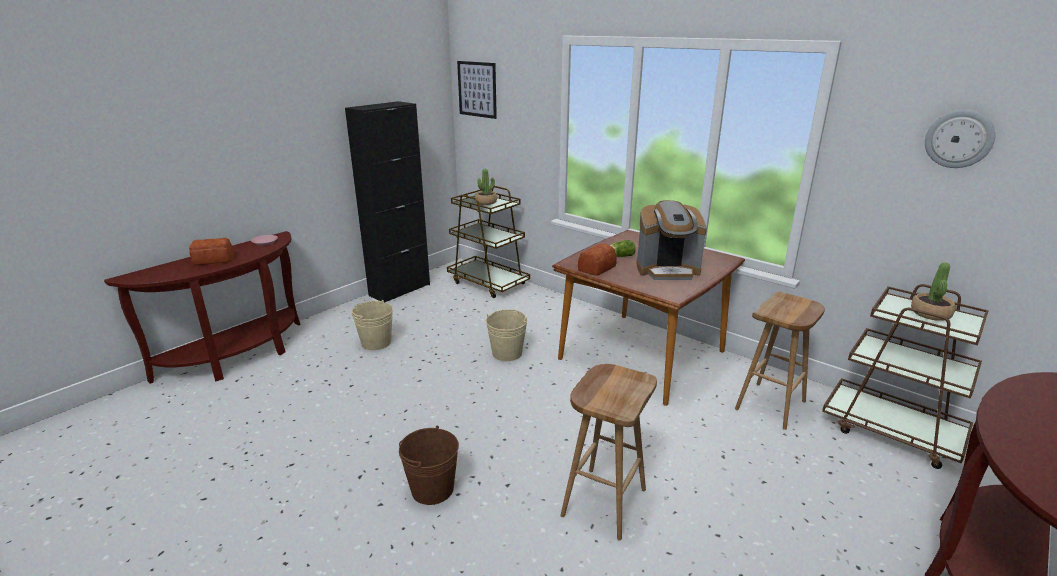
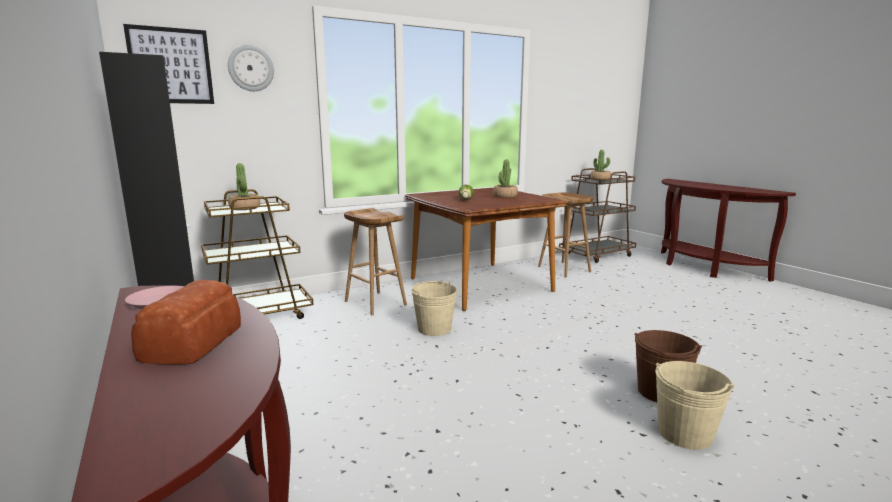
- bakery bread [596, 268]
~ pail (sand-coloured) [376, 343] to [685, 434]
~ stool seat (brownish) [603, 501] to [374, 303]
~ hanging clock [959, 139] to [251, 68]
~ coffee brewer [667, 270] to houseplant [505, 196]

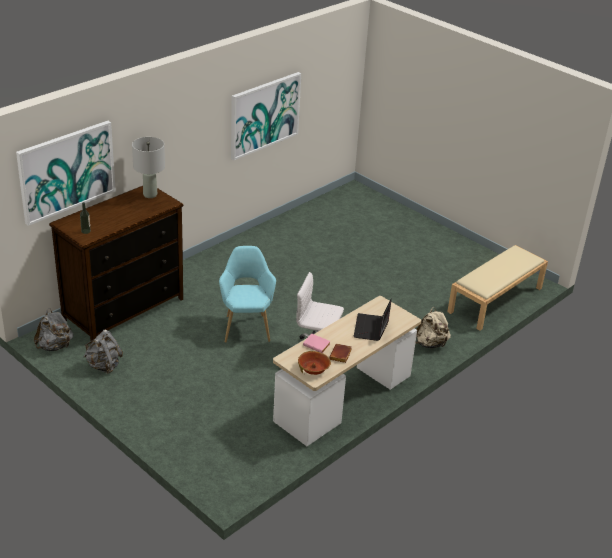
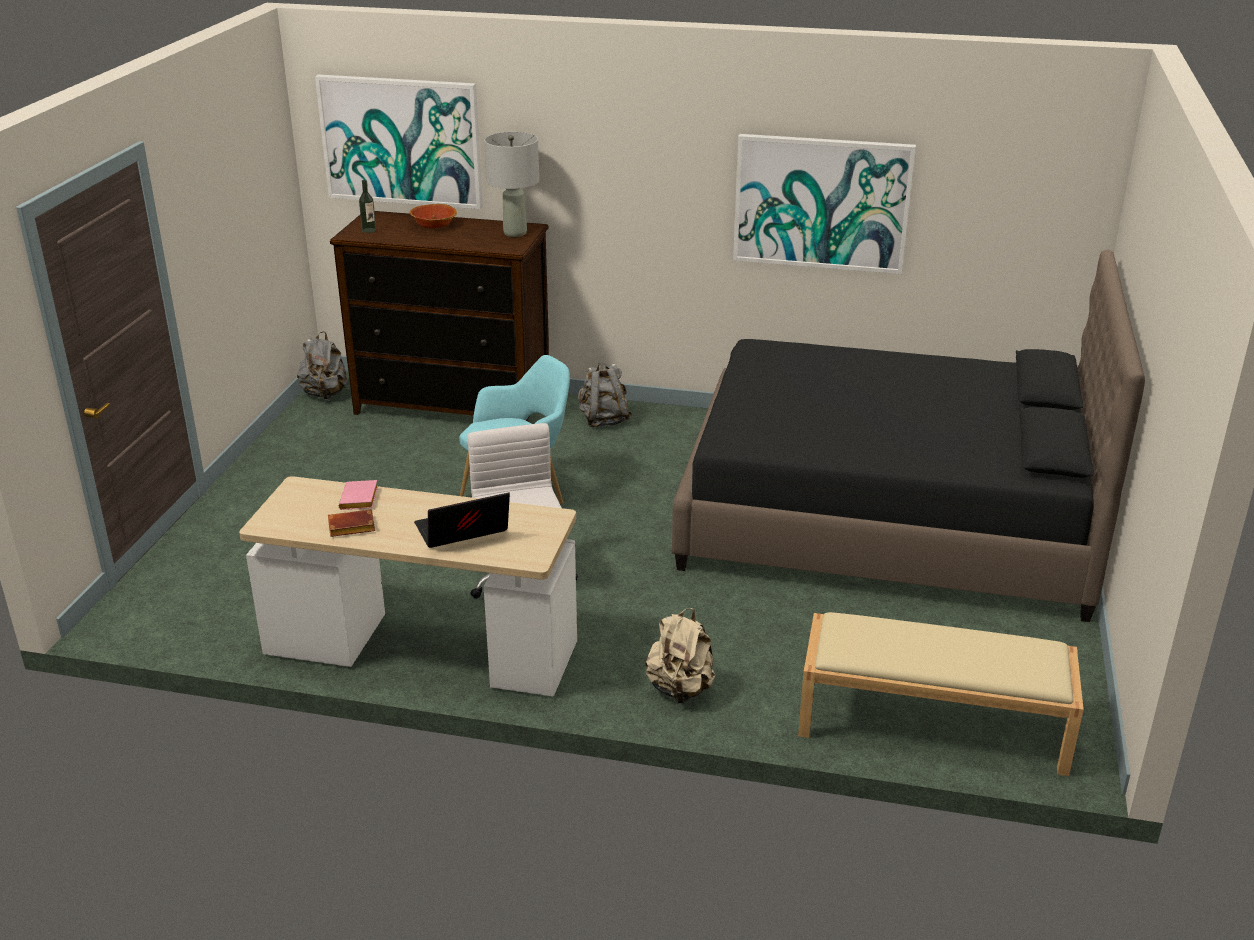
+ bed (blackish) [886, 517]
~ rucksack (gray) [104, 366] to [603, 420]
~ bowl [313, 369] to [434, 225]

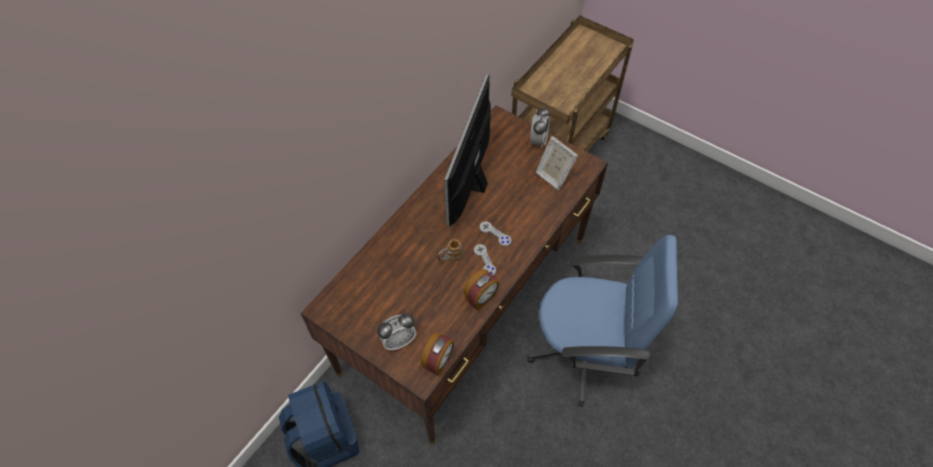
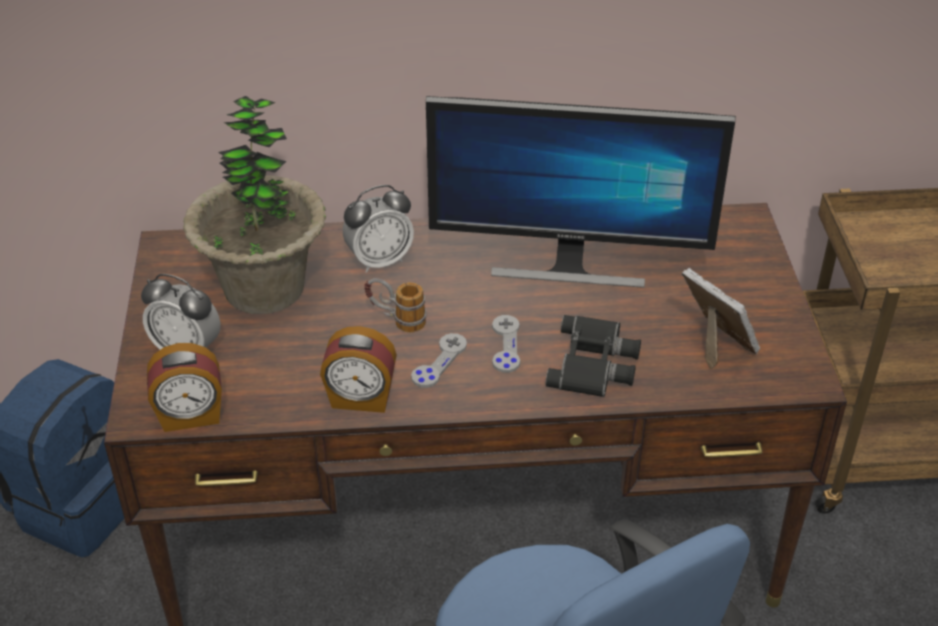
+ houseplant [264, 288]
+ field glasses (blackish) [595, 364]
~ bedside clock [538, 140] to [379, 260]
~ computer display [470, 184] = [569, 263] 150 degrees counterclockwise
~ standing frame [553, 175] = [717, 346] 135 degrees clockwise

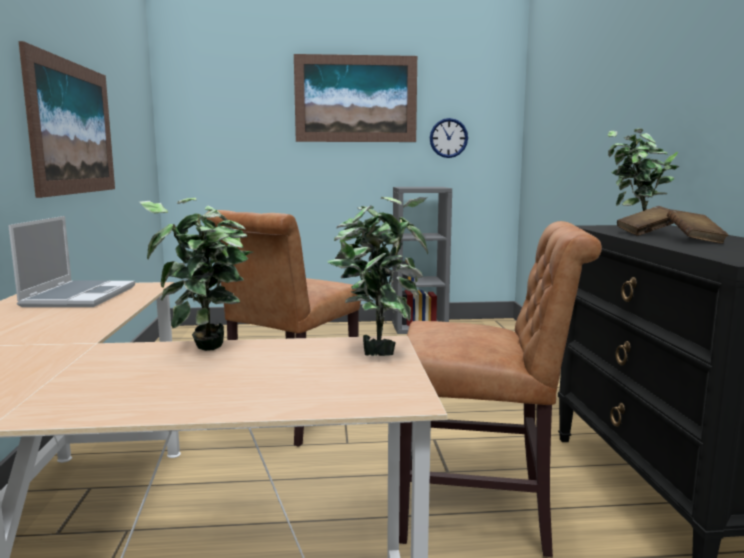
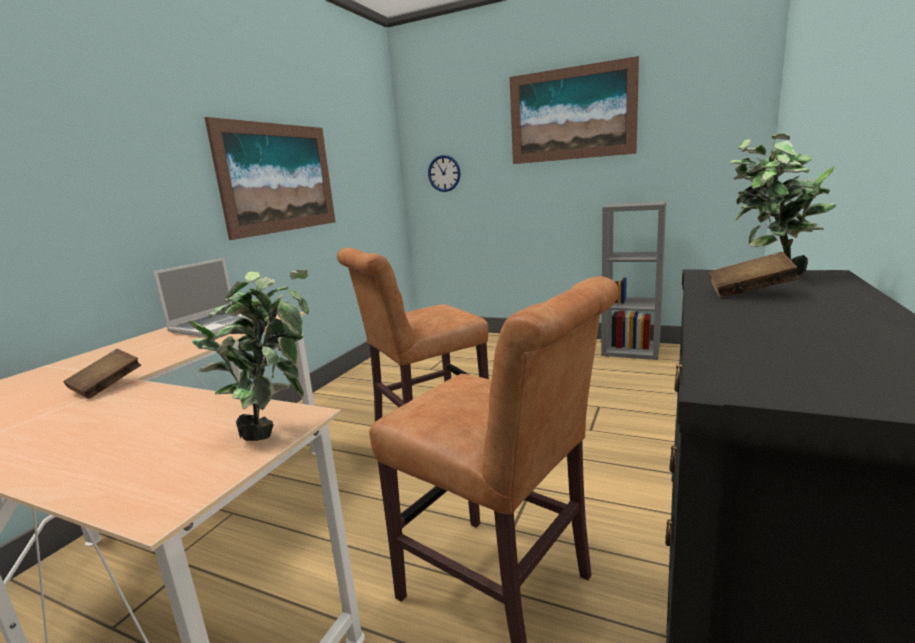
- houseplant [207, 353]
~ hanging clock [448, 138] to [444, 173]
~ bound book (brownish) [694, 240] to [107, 386]

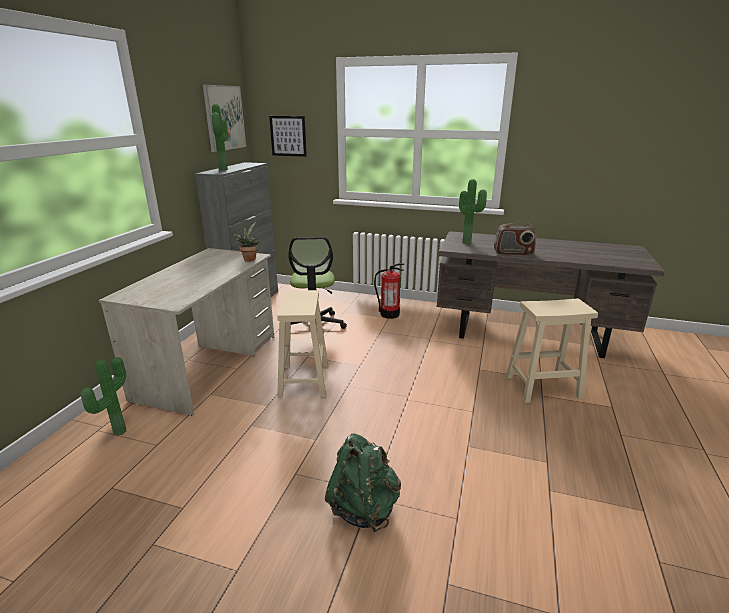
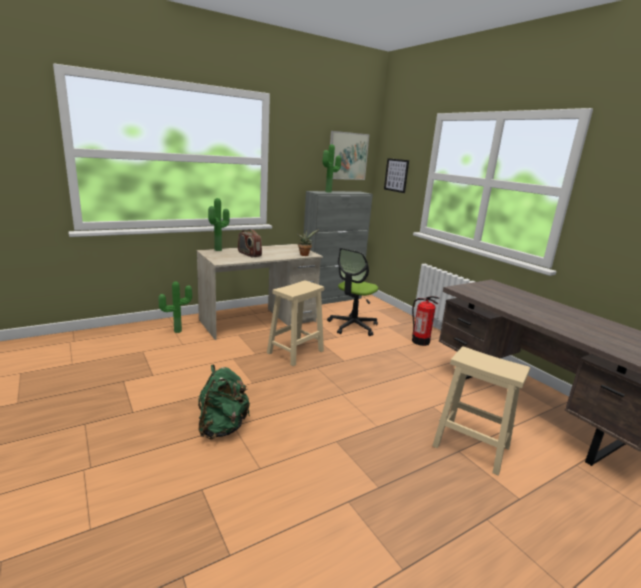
~ houseplant [468, 242] to [219, 250]
~ radio set [513, 253] to [249, 254]

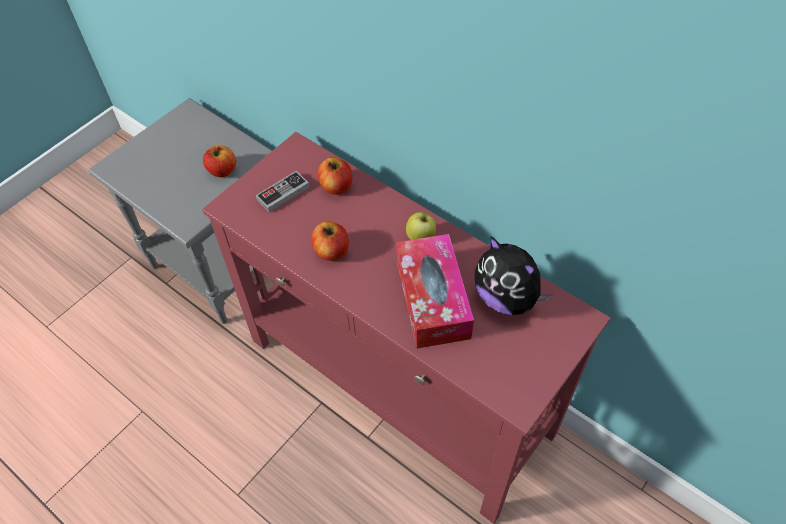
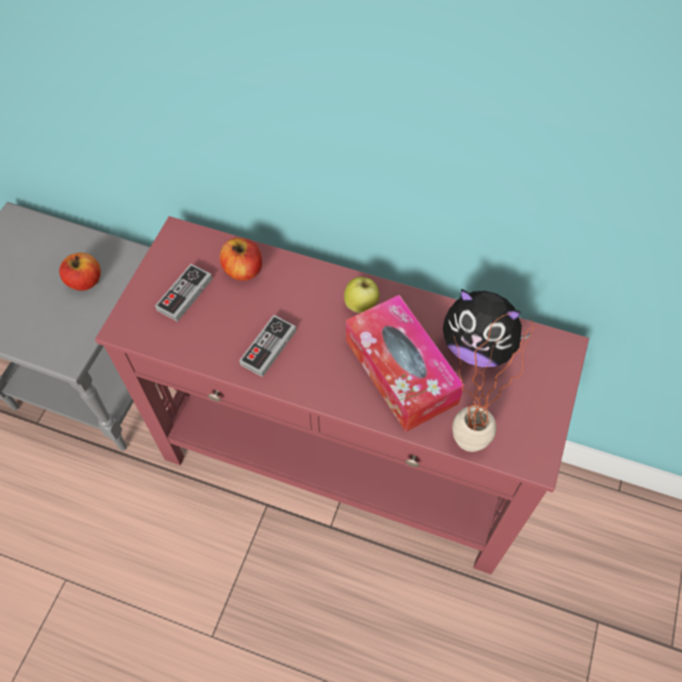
+ houseplant [458, 447]
~ apple [332, 251] to gamepad [268, 347]

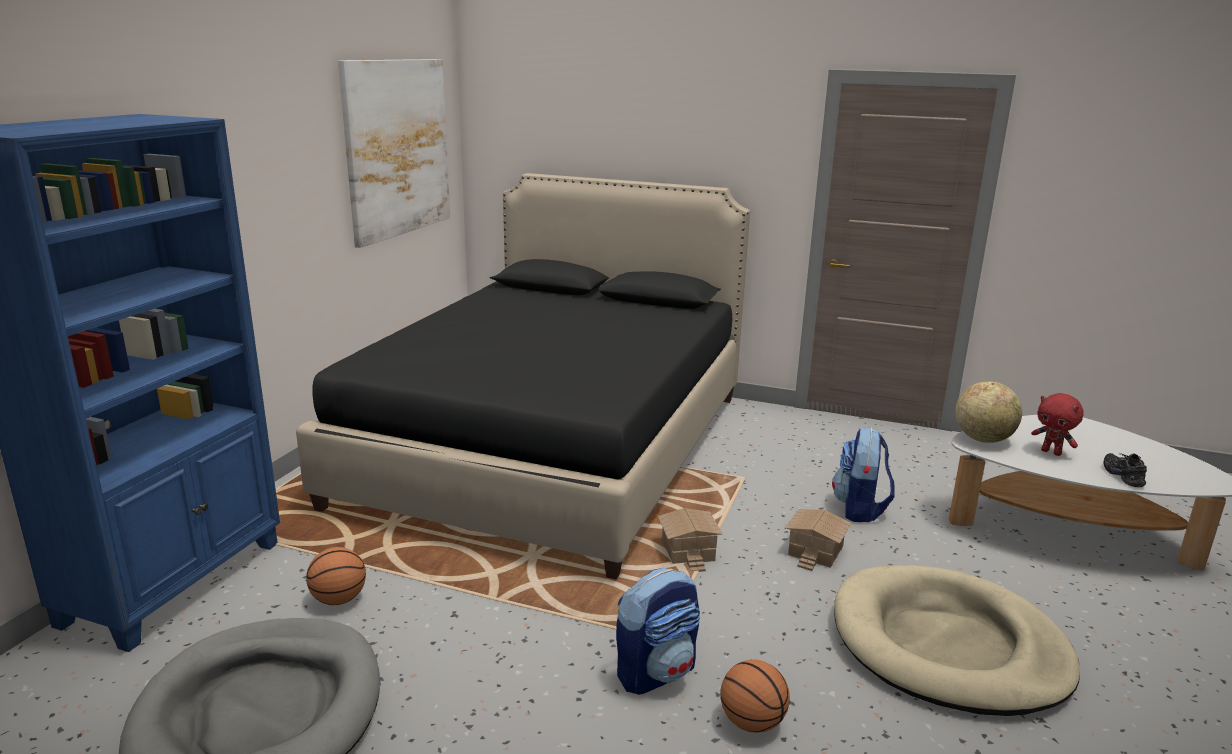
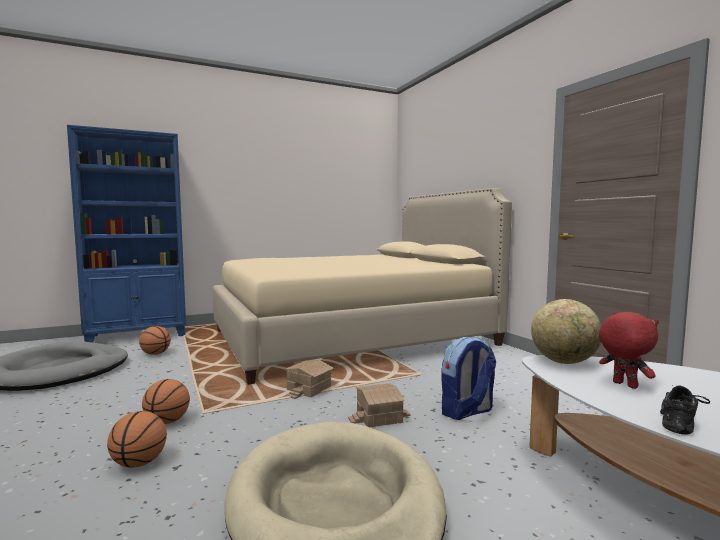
- wall picture [398, 148]
~ rucksack [656, 672] to basketball [167, 422]
~ bed (blackish) [552, 447] to bed (sand-coloured) [351, 337]
~ cuddly toy (red-coloured) [1051, 452] = [623, 385] 150 degrees clockwise

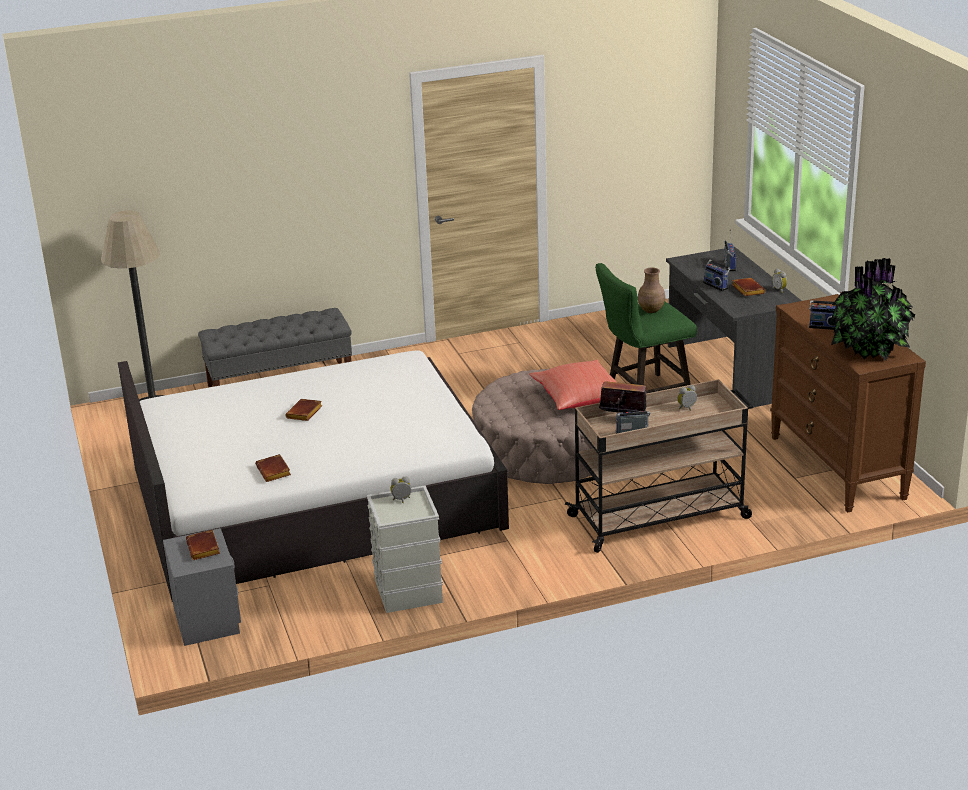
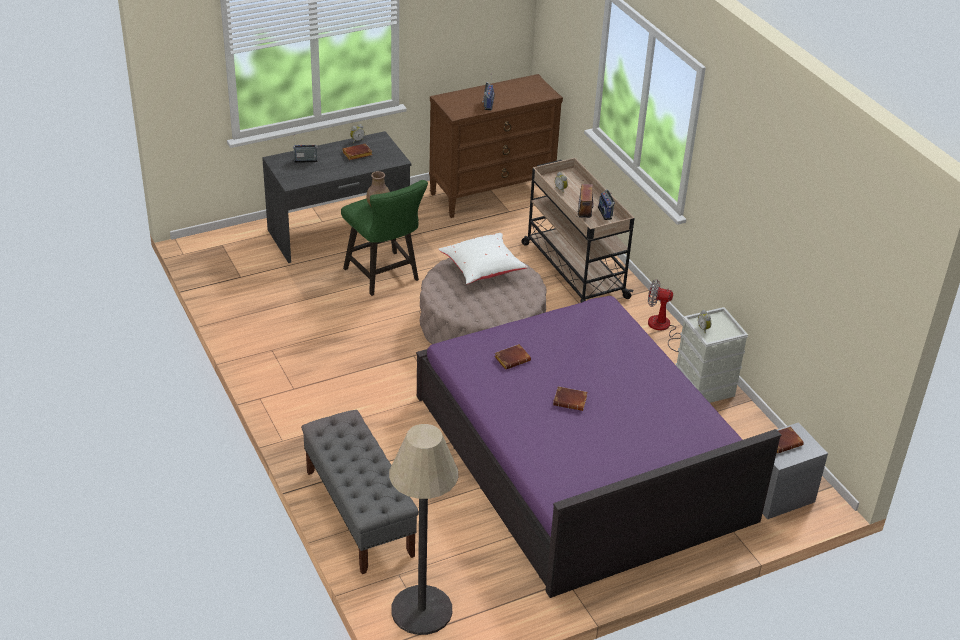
- radio set [716, 285]
- houseplant [870, 349]
+ fan [663, 328]
~ bound book (brownish) [275, 472] to [512, 359]
~ bed (white) [313, 498] to bed (purplish) [581, 457]
~ throw pillow (red-coloured) [578, 399] to throw pillow (white) [483, 270]

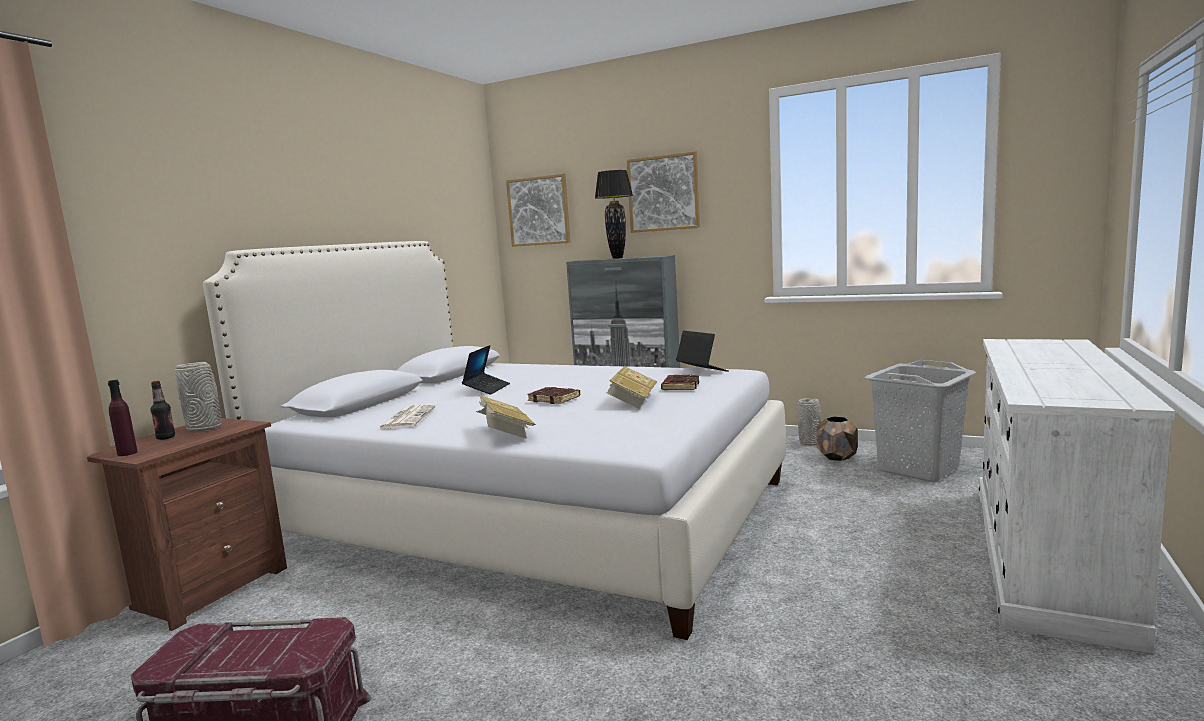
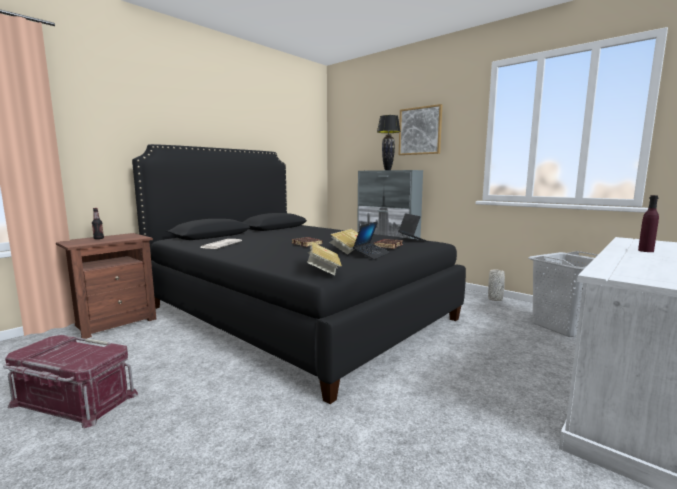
- flower vase (gray) [205, 428]
- wall picture [539, 211]
- plant pot (brownish) [837, 457]
~ drink bottle (purplish) [127, 453] to [645, 251]
~ notebook computer [487, 389] to [371, 255]
~ bound book [505, 432] to [323, 269]
~ bed (white) [531, 514] to bed (blackish) [296, 313]

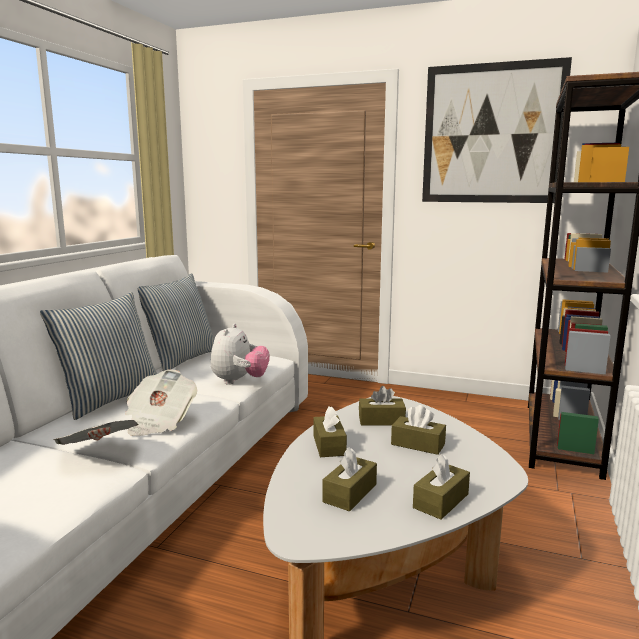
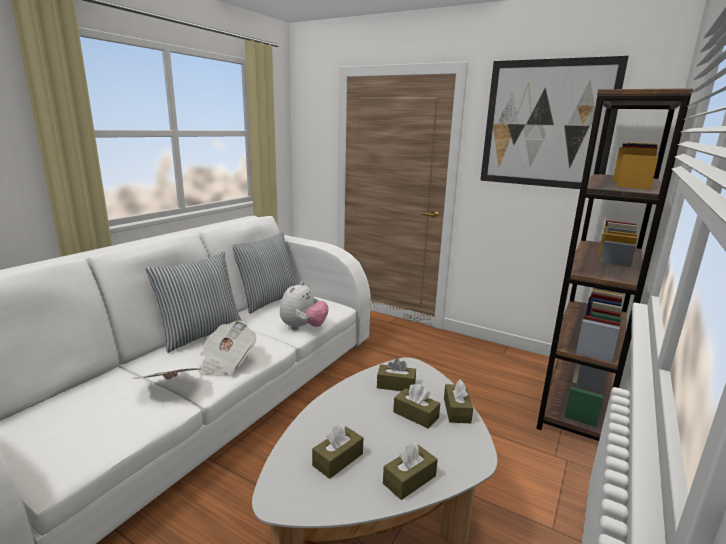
~ box of tissues (brownish) [329, 445] to [457, 410]

